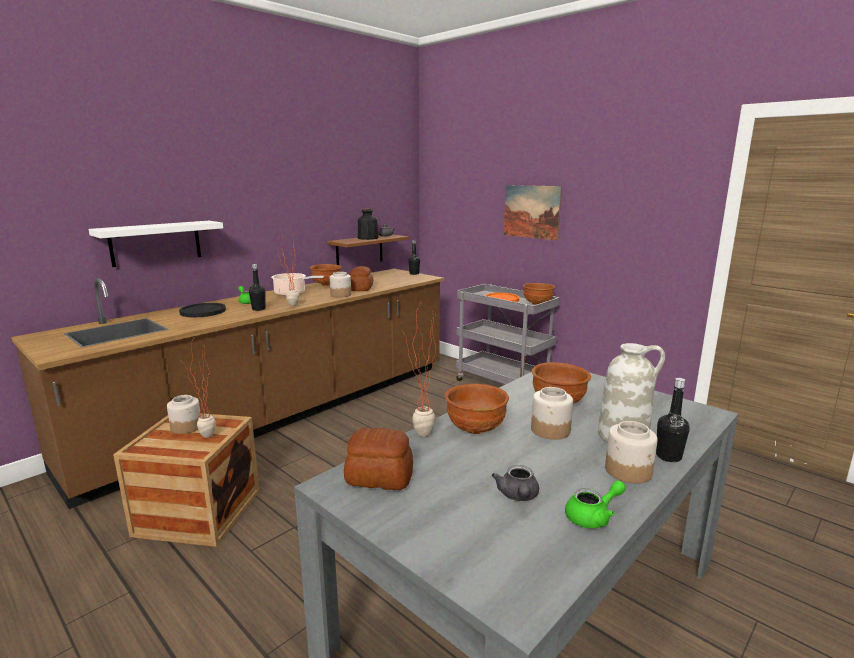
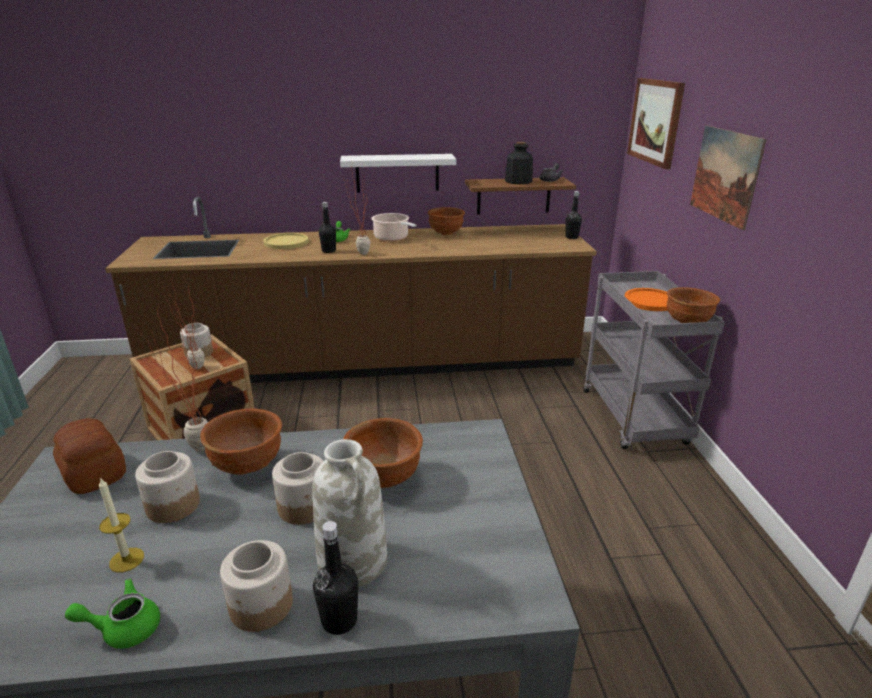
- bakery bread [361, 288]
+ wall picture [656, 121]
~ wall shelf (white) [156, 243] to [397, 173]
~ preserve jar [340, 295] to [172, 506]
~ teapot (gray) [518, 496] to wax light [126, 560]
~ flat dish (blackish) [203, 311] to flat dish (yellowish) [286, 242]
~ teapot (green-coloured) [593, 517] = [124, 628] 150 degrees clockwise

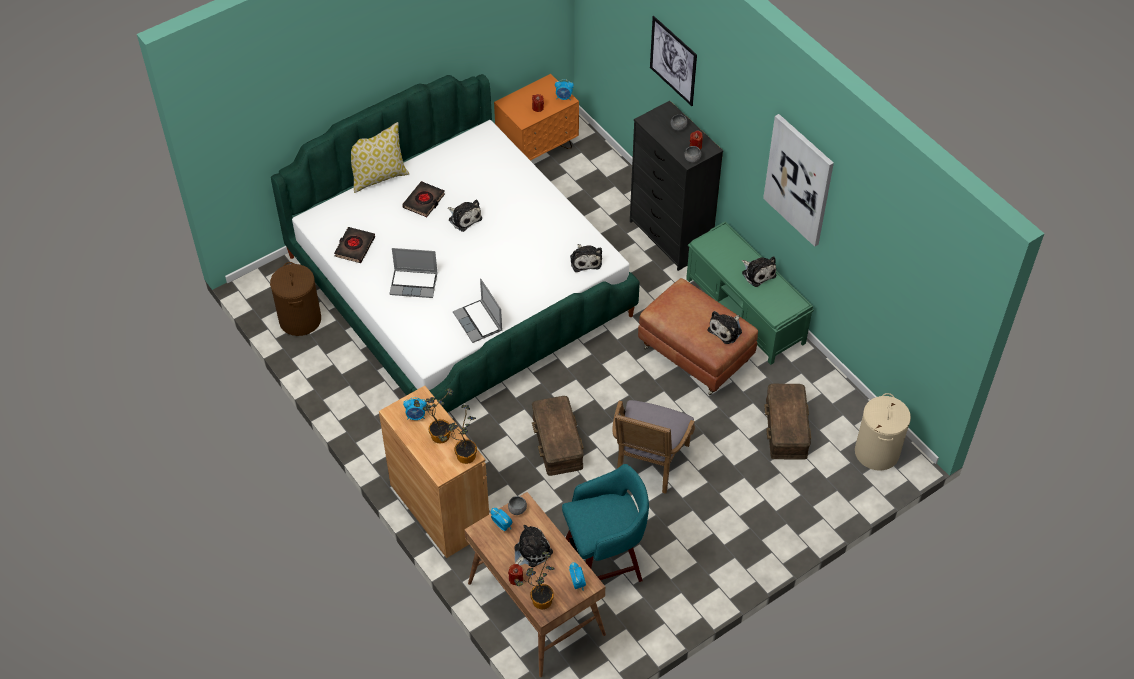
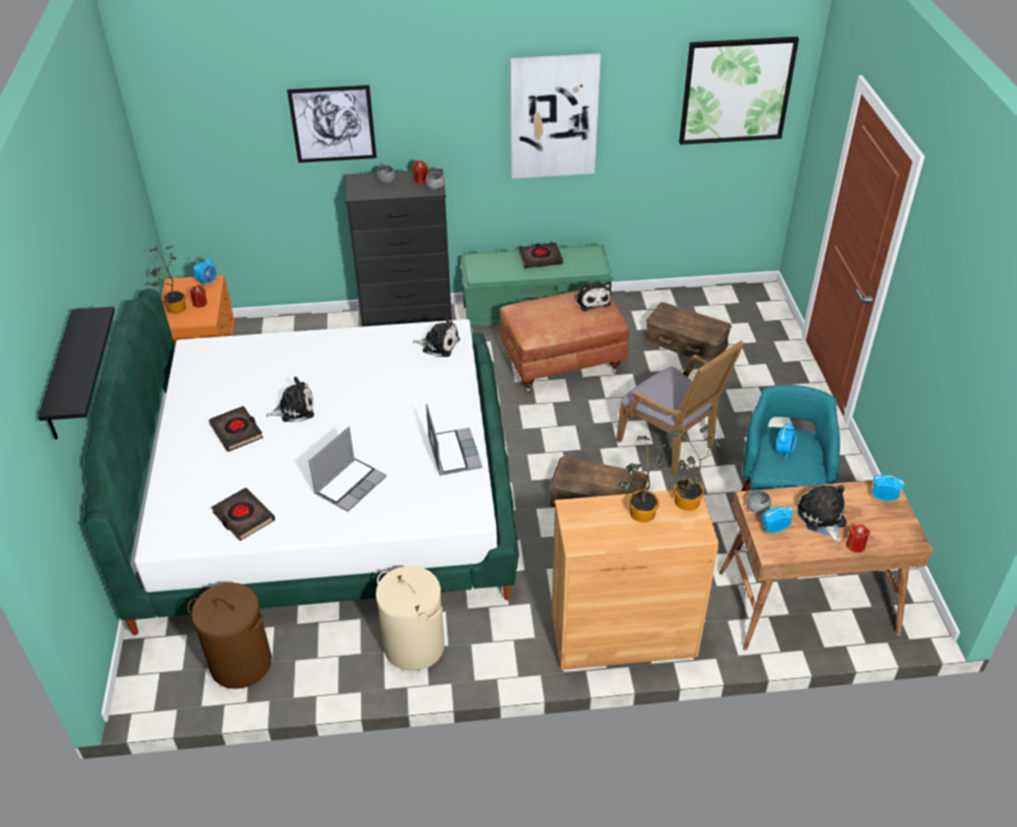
- throw pillow [378, 177]
+ wall shelf (blackish) [62, 377]
+ wall picture [736, 90]
~ bedside clock [416, 416] to [784, 451]
~ houseplant [538, 601] to [174, 310]
~ hamper (sand-coloured) [877, 452] to [414, 646]
~ cuddly toy [757, 273] to bound book (blackish) [540, 258]
~ notebook computer [478, 322] = [453, 452] 105 degrees counterclockwise

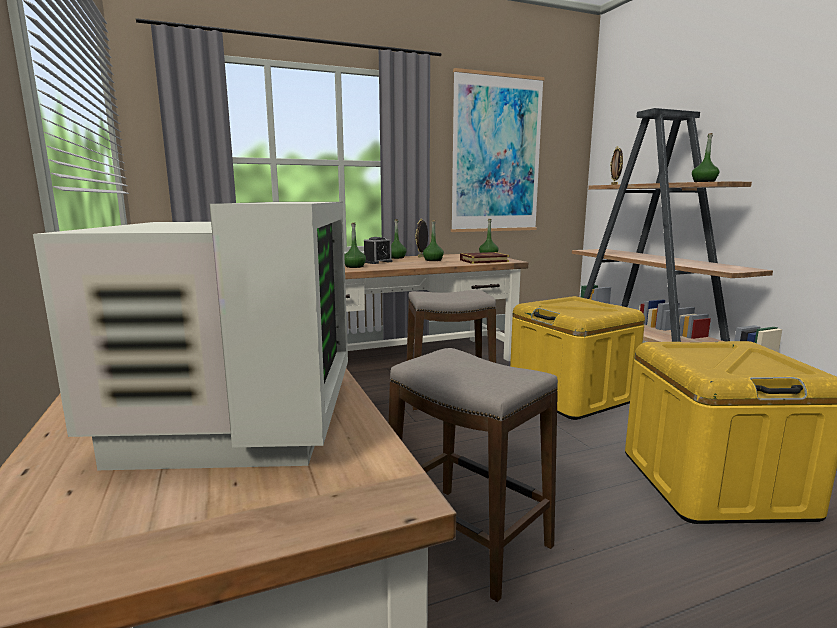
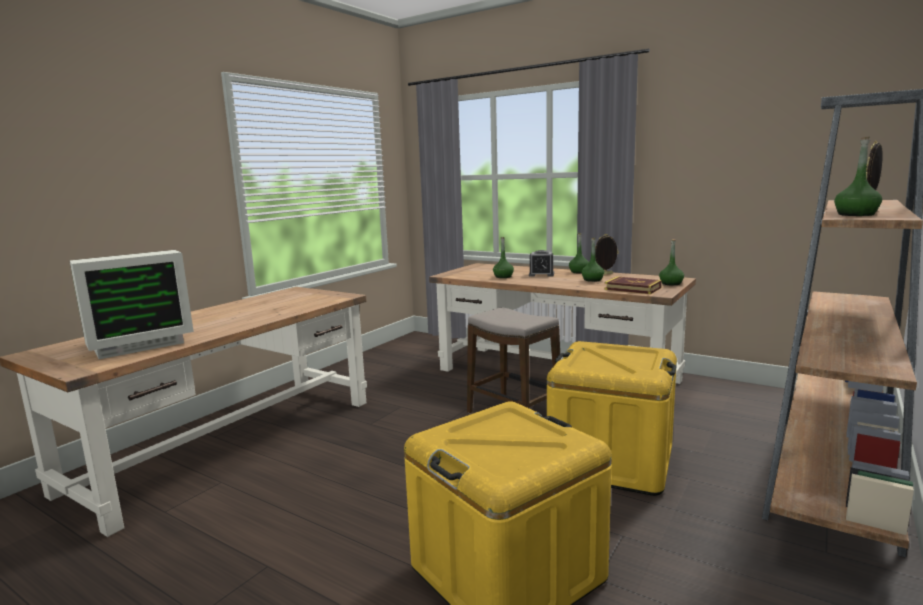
- stool seat [467, 538]
- wall picture [496, 154]

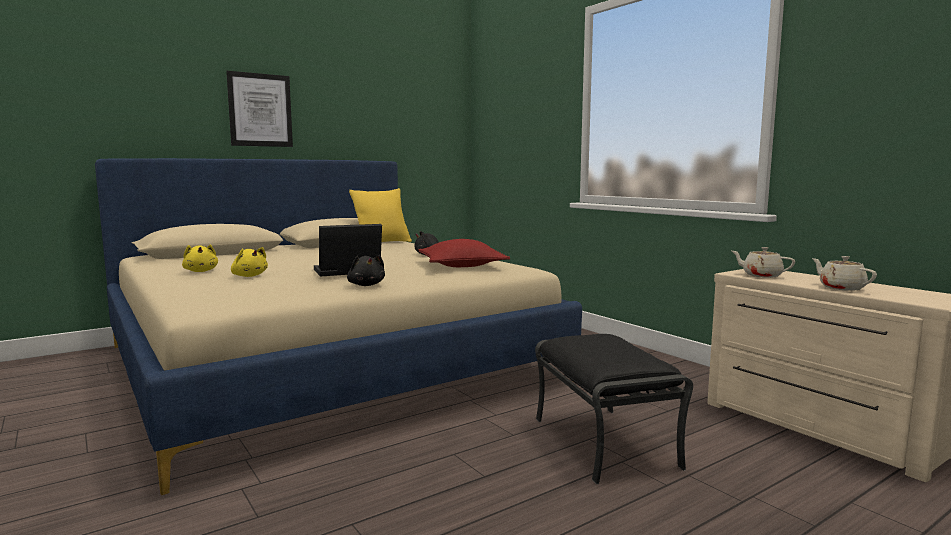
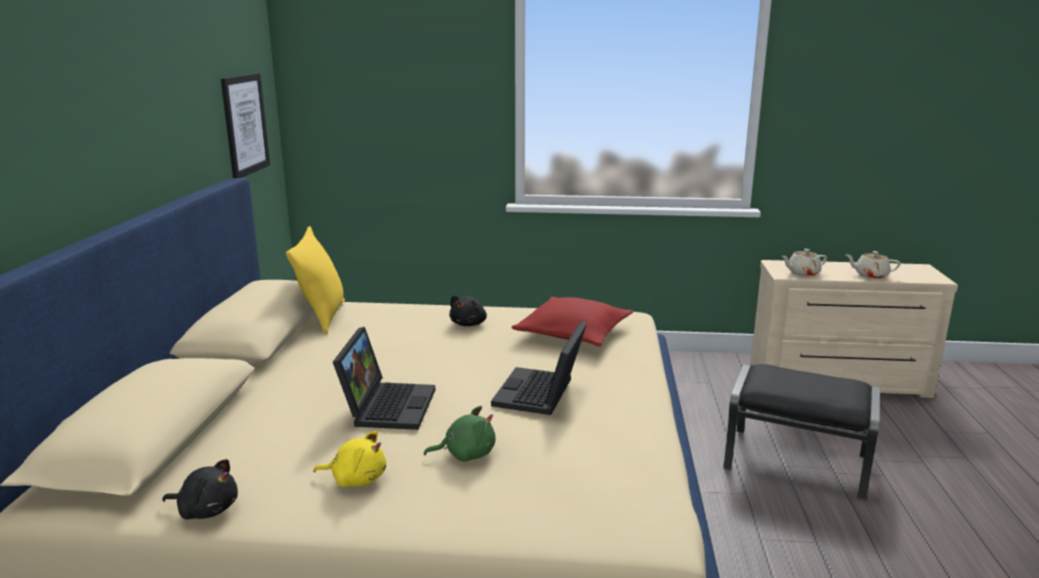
+ notebook computer [387, 405]
~ wall picture [260, 110] to [245, 124]
~ cuddly toy (blackish) [366, 285] to [206, 510]
~ cuddly toy (yellowish) [249, 276] to cuddly toy (green-coloured) [466, 454]

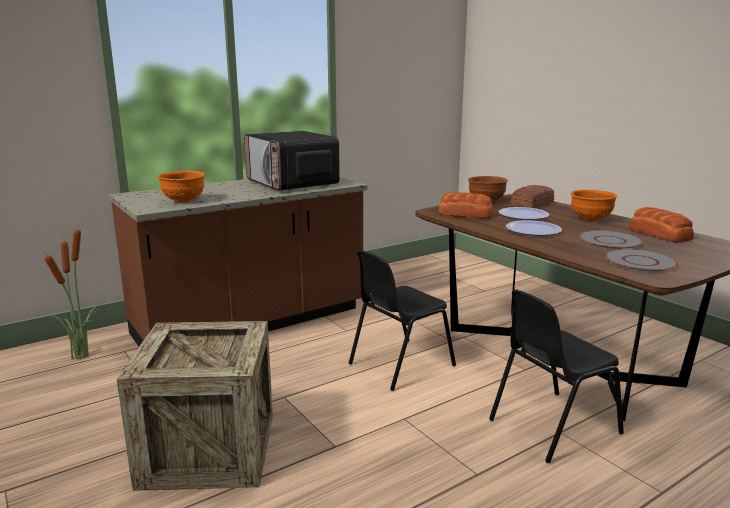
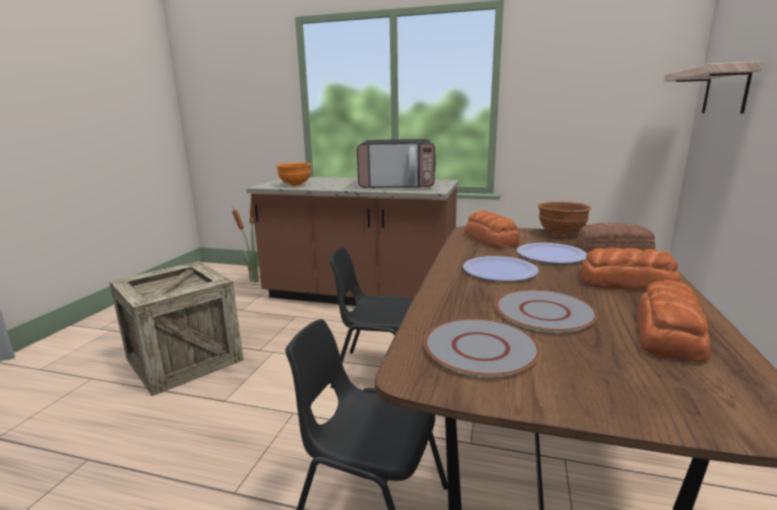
+ wall shelf [726, 90]
~ bowl (orange-coloured) [590, 219] to bakery bread [625, 282]
~ microwave [292, 183] = [397, 185] 105 degrees counterclockwise

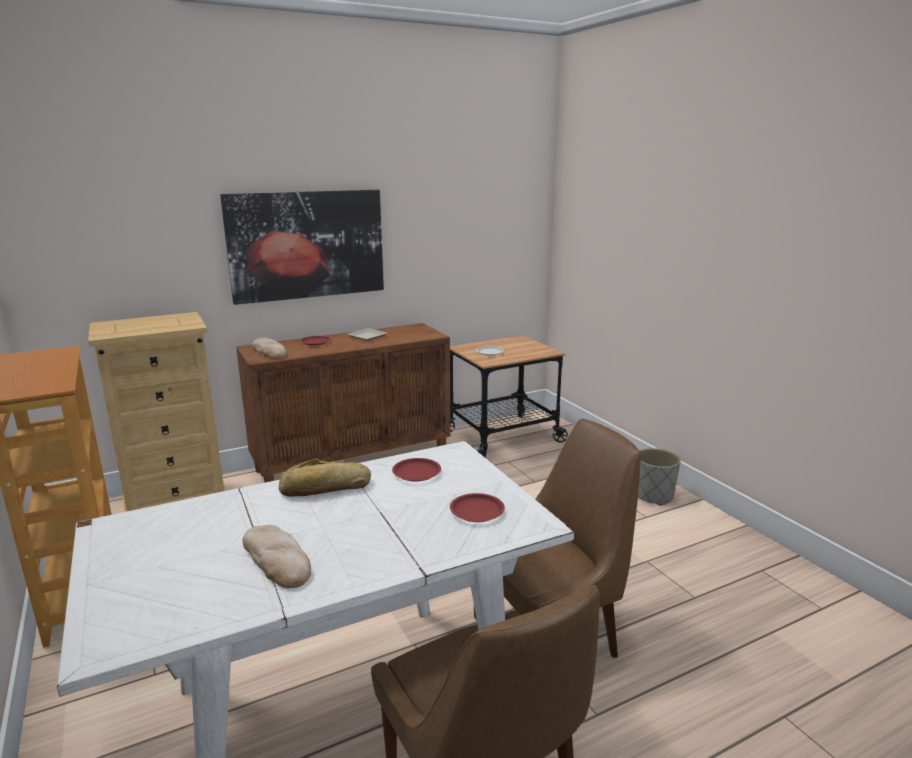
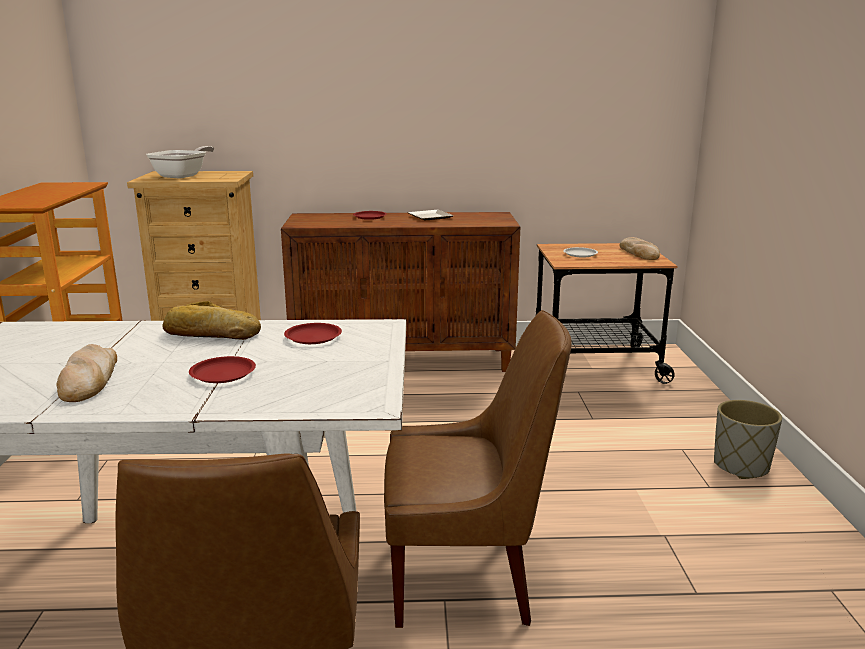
- wall picture [307, 245]
+ skillet [183, 176]
~ bakery bread [269, 352] to [639, 253]
~ flat dish (red-coloured) [477, 511] to [223, 374]

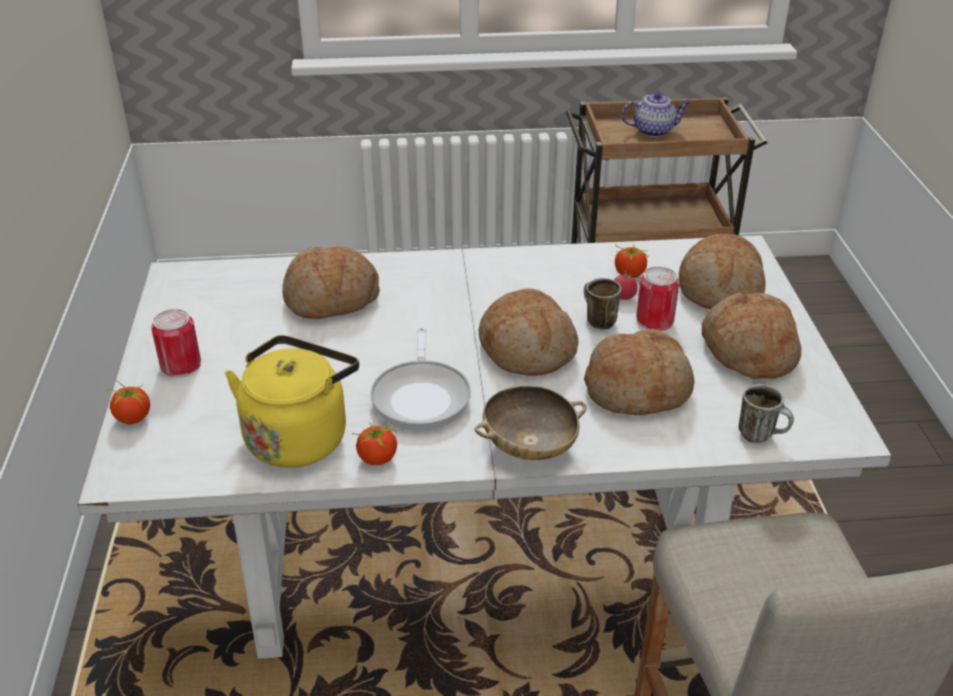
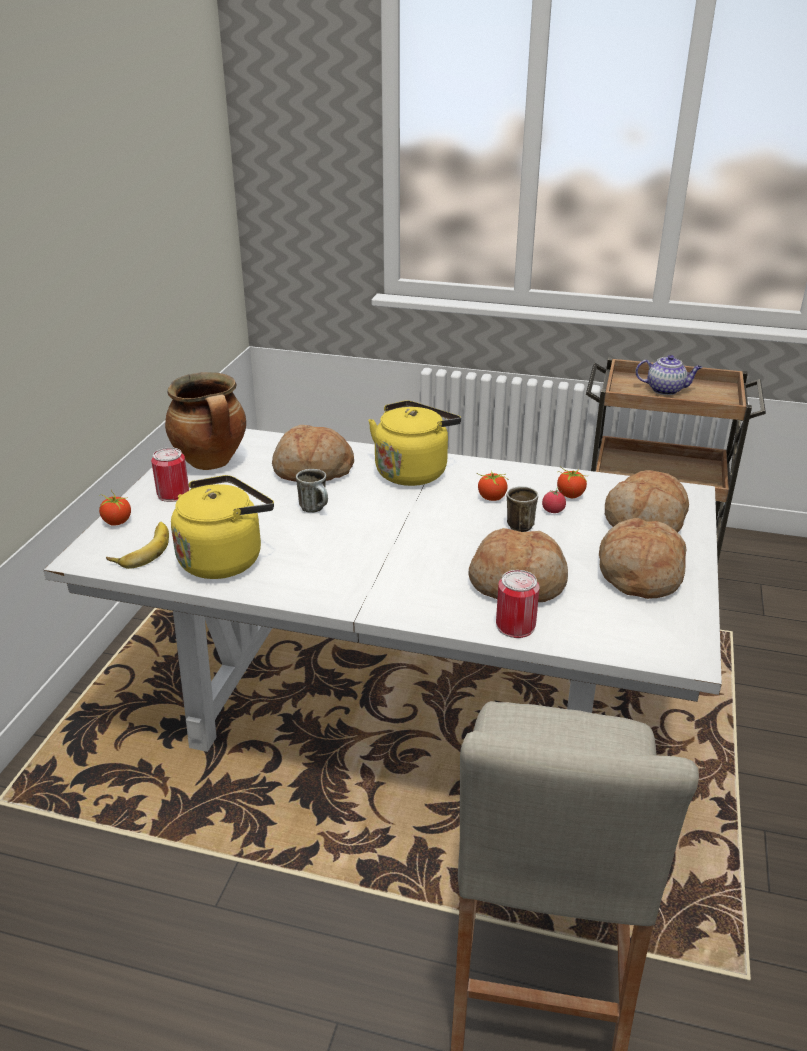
- skillet [421, 396]
- bowl (sand-coloured) [530, 446]
- bakery bread [527, 349]
+ whole banana [141, 549]
+ stockpot [212, 462]
+ tea kettle (yellowish) [413, 471]
~ whole tomato [377, 459] to [491, 498]
~ can [654, 320] to [515, 626]
~ coffee mug [762, 435] to [316, 509]

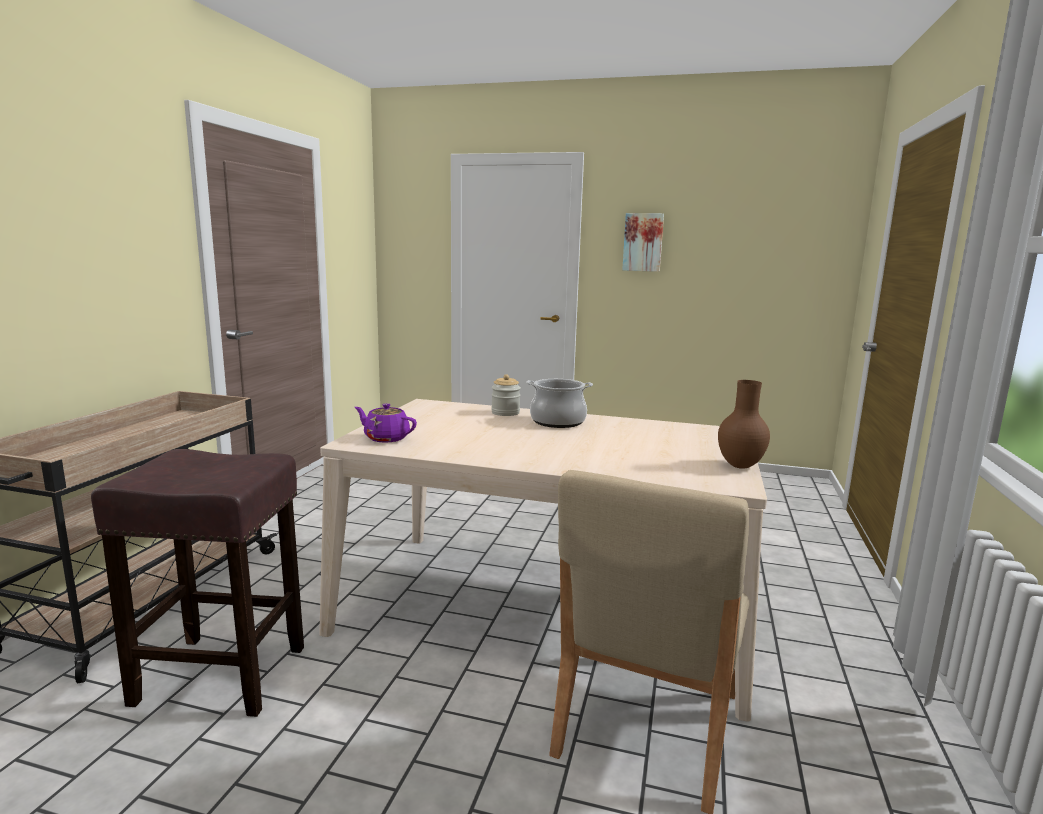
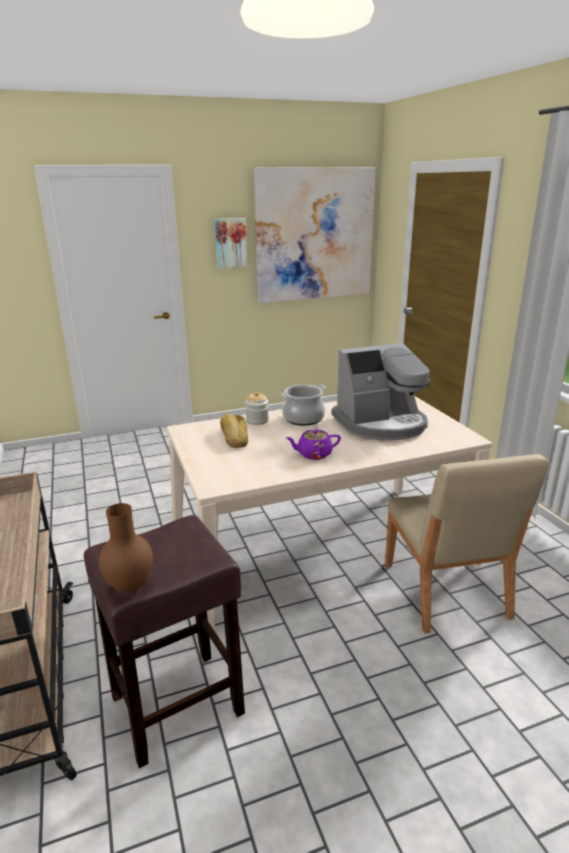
+ bakery bread [234, 436]
+ wall picture [314, 235]
+ coffee brewer [381, 424]
~ teapot (purplish) [386, 438] to [313, 454]
~ flower vase (brownish) [740, 466] to [131, 585]

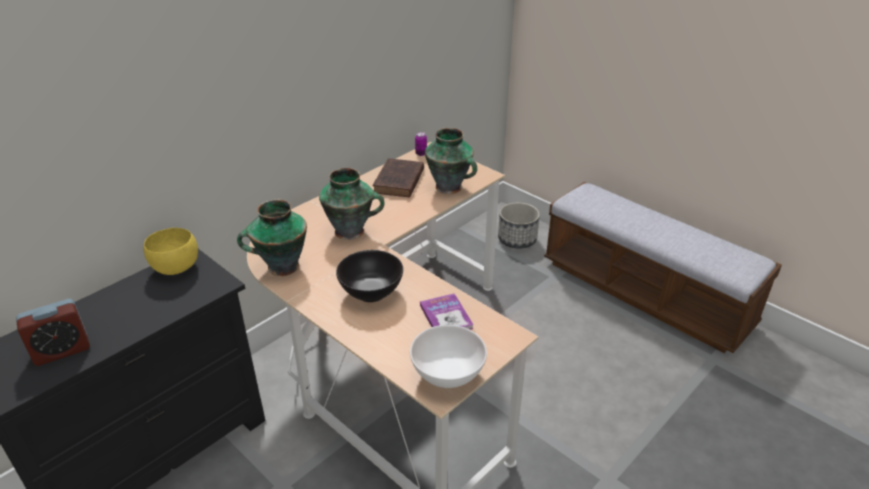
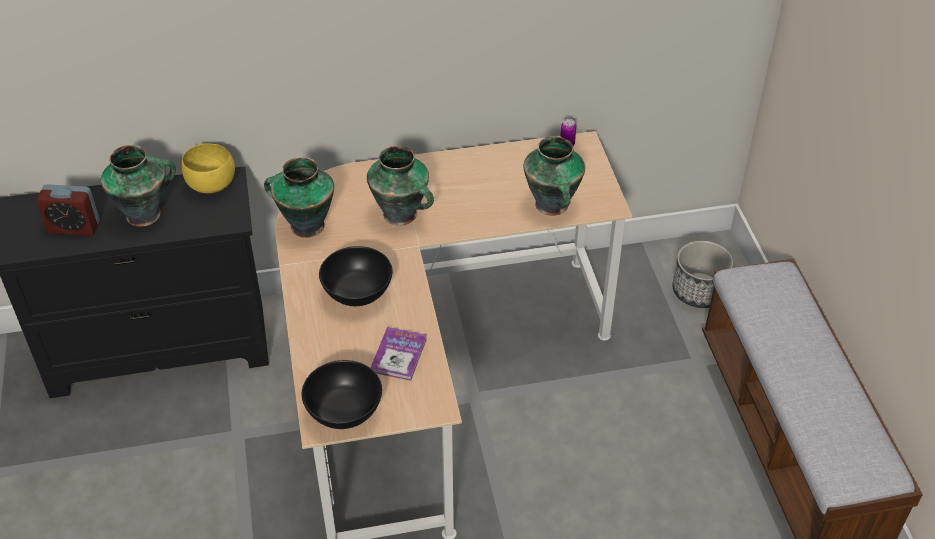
- bound book (brownish) [398, 182]
+ flower vase [145, 214]
~ bowl (white) [448, 375] to bowl (blackish) [344, 413]

